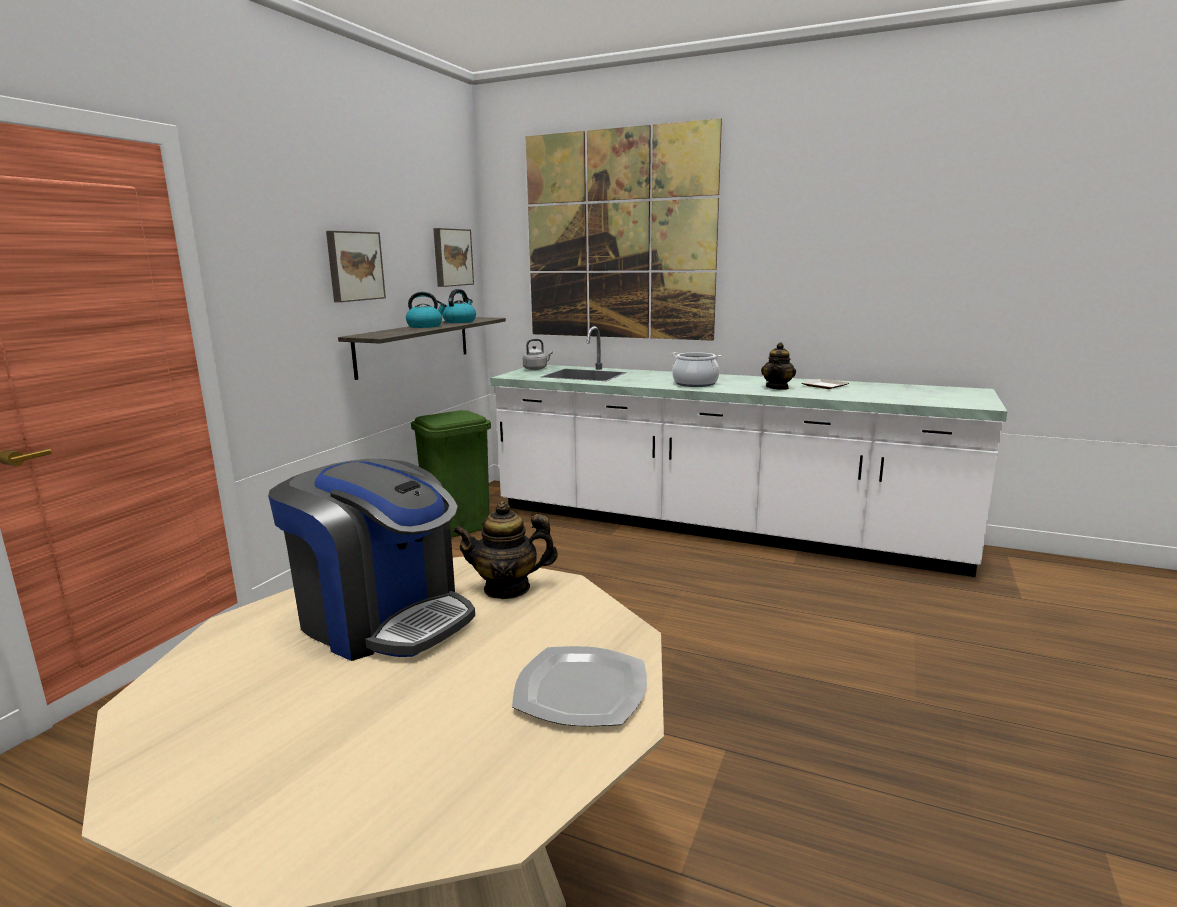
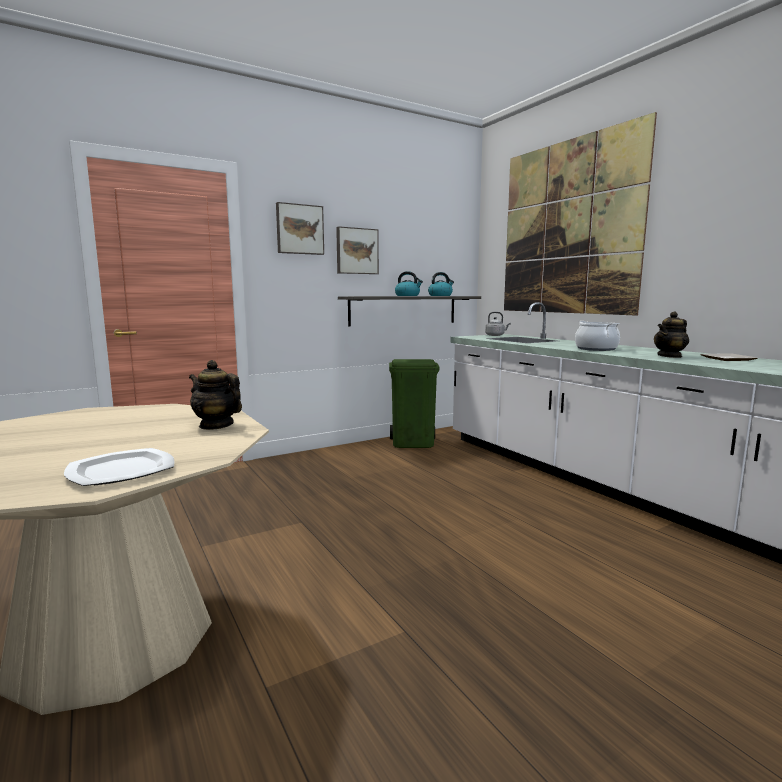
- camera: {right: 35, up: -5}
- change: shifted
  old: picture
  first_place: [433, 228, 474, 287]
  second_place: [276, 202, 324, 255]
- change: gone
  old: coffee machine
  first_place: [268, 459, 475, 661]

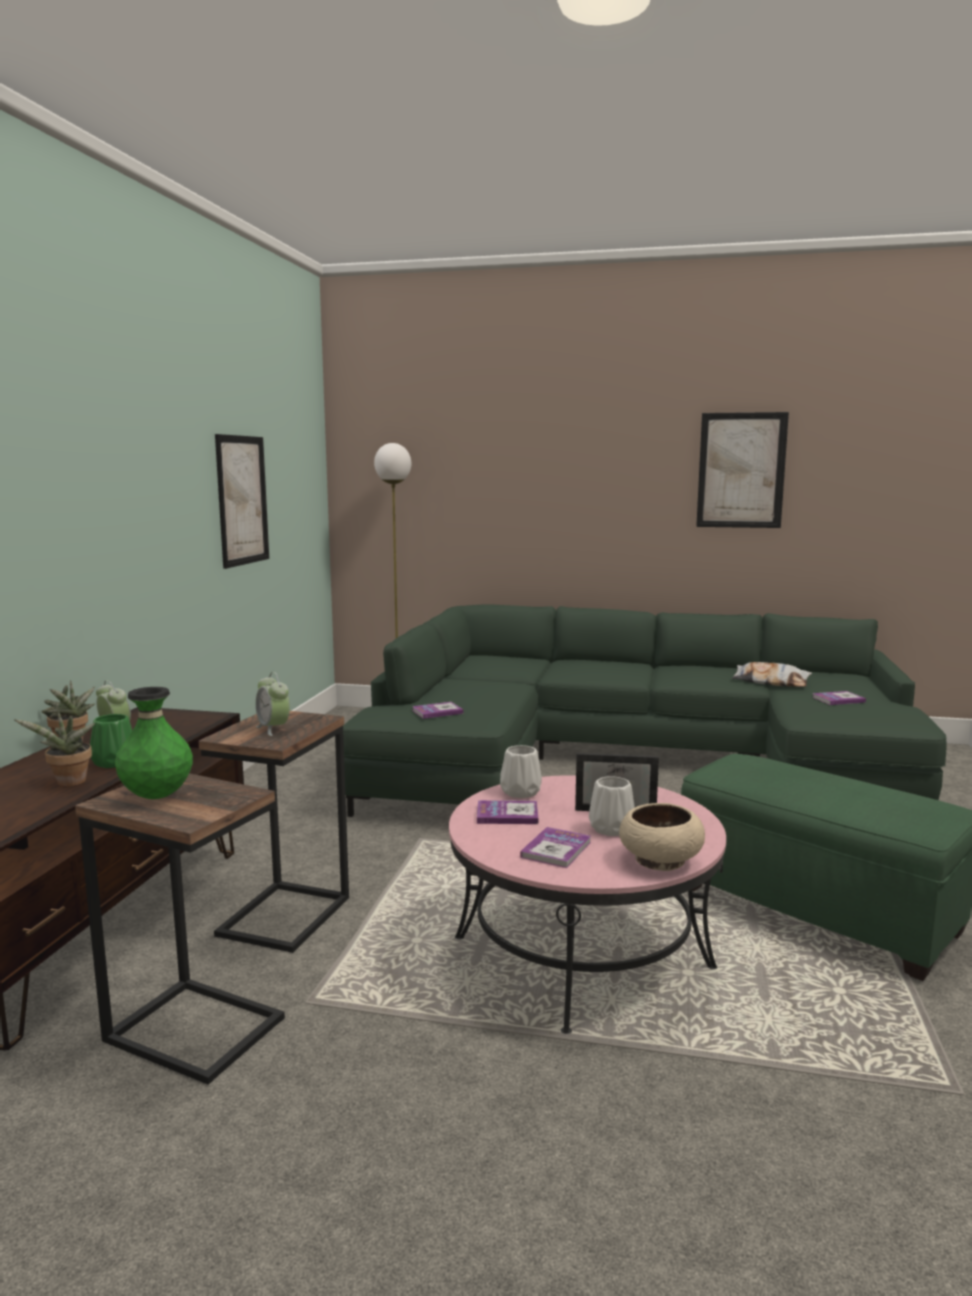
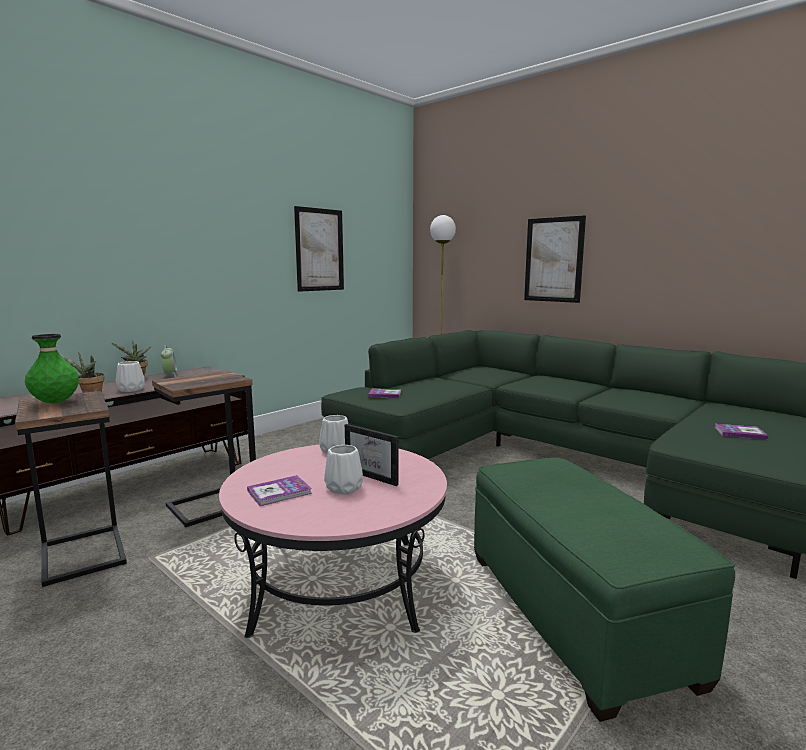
- camera: {right: 30, up: 0}
- change: shifted
  old: picture
  first_place: [696, 412, 789, 528]
  second_place: [524, 215, 586, 303]
- change: gone
  old: pillow
  first_place: [732, 662, 812, 687]
- change: gone
  old: alarm clock
  first_place: [256, 672, 290, 736]
- change: repainted
  old: green vase
  new: white vase
  first_place: [90, 714, 132, 768]
  second_place: [115, 361, 145, 392]
- change: gone
  old: book
  first_place: [477, 800, 538, 824]
- change: gone
  old: beige bowl
  first_place: [619, 803, 705, 871]

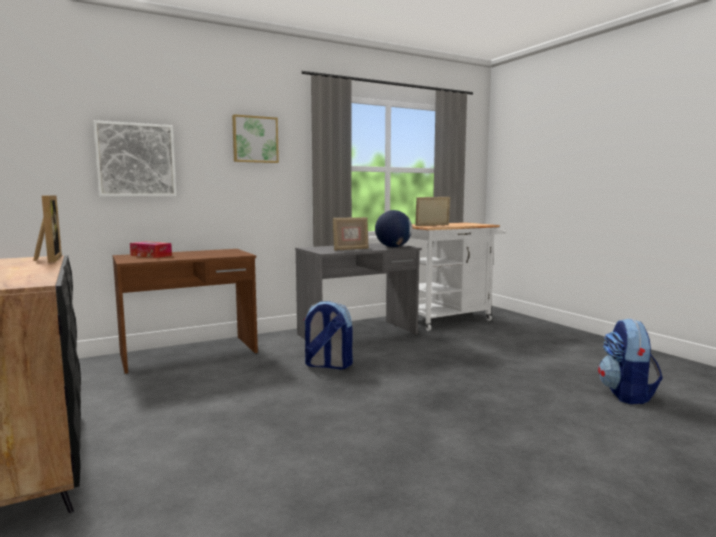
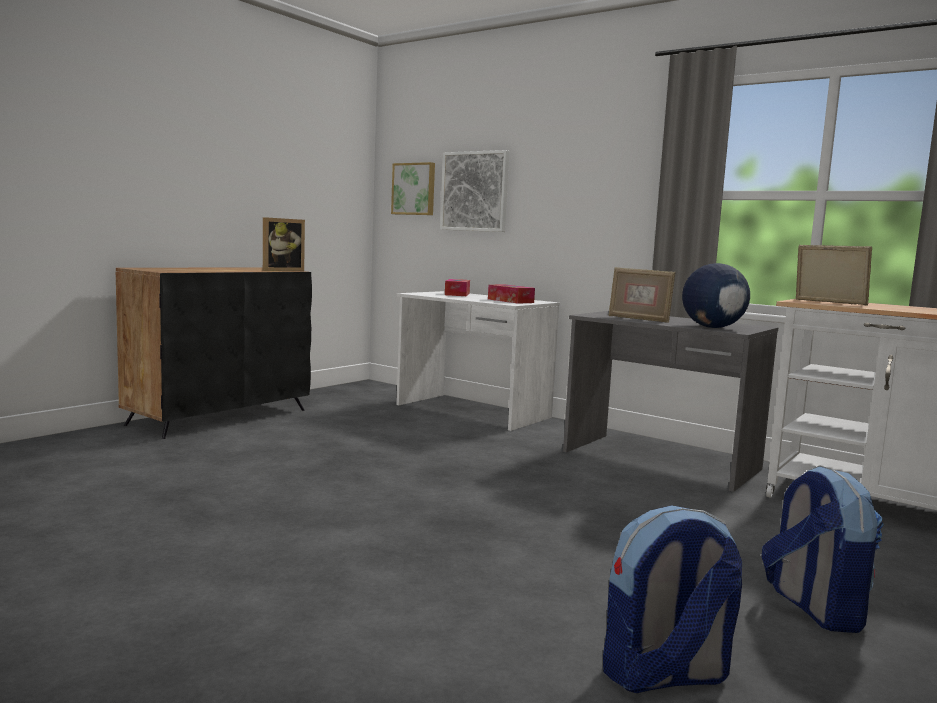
- camera: {right: 65, up: 0}
- change: shifted
  old: picture
  first_place: [232, 114, 279, 163]
  second_place: [391, 162, 435, 215]
- change: repainted
  old: brown desk
  new: white desk
  first_place: [112, 249, 258, 374]
  second_place: [396, 291, 560, 431]
- change: shifted
  old: backpack
  first_place: [303, 301, 353, 370]
  second_place: [762, 465, 884, 633]
- change: new
  new: tissue box
  second_place: [488, 285, 535, 304]

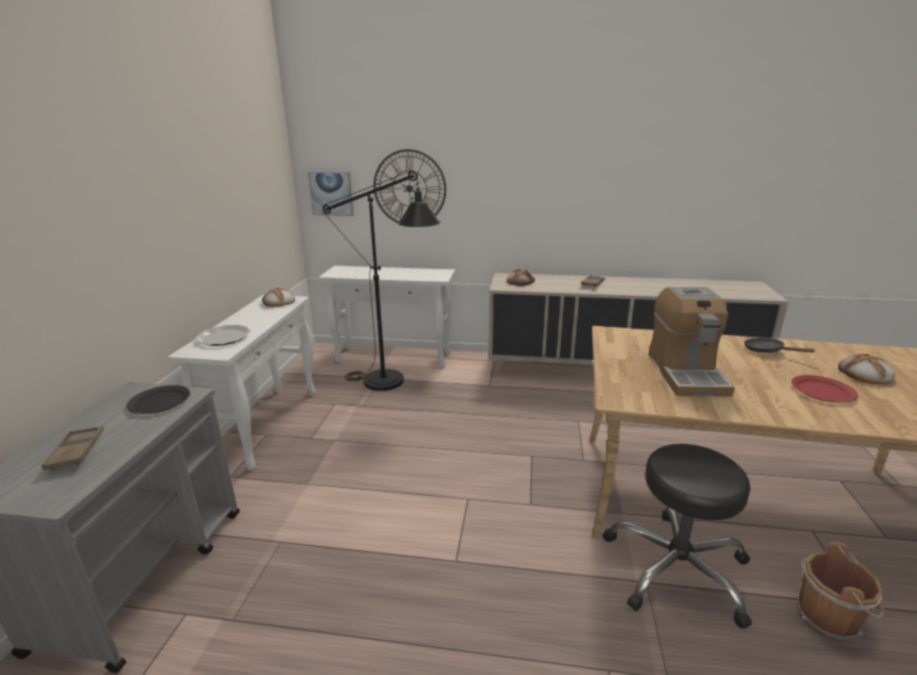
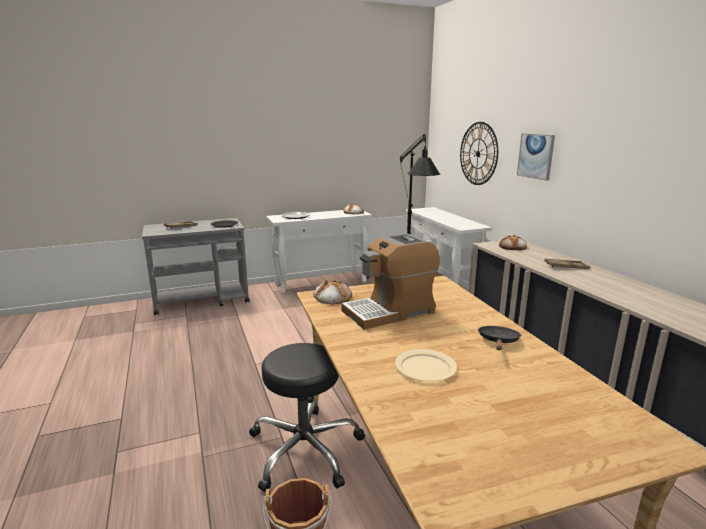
- camera: {right: 60, up: -5}
- change: shifted
  old: picture
  first_place: [308, 172, 354, 216]
  second_place: [517, 133, 555, 181]
- change: shifted
  old: bread
  first_place: [838, 354, 896, 384]
  second_place: [313, 279, 352, 305]
- change: repainted
  old: red plate
  new: beige plate
  first_place: [792, 375, 858, 402]
  second_place: [395, 349, 457, 381]

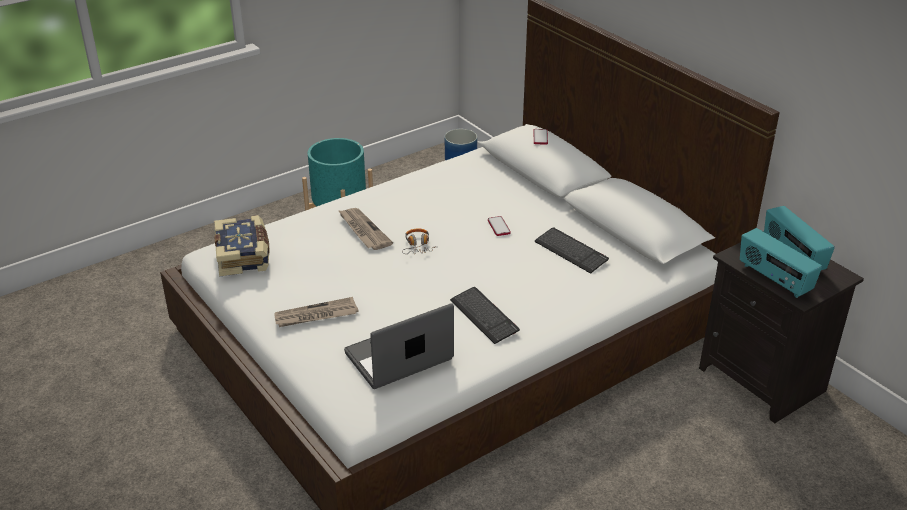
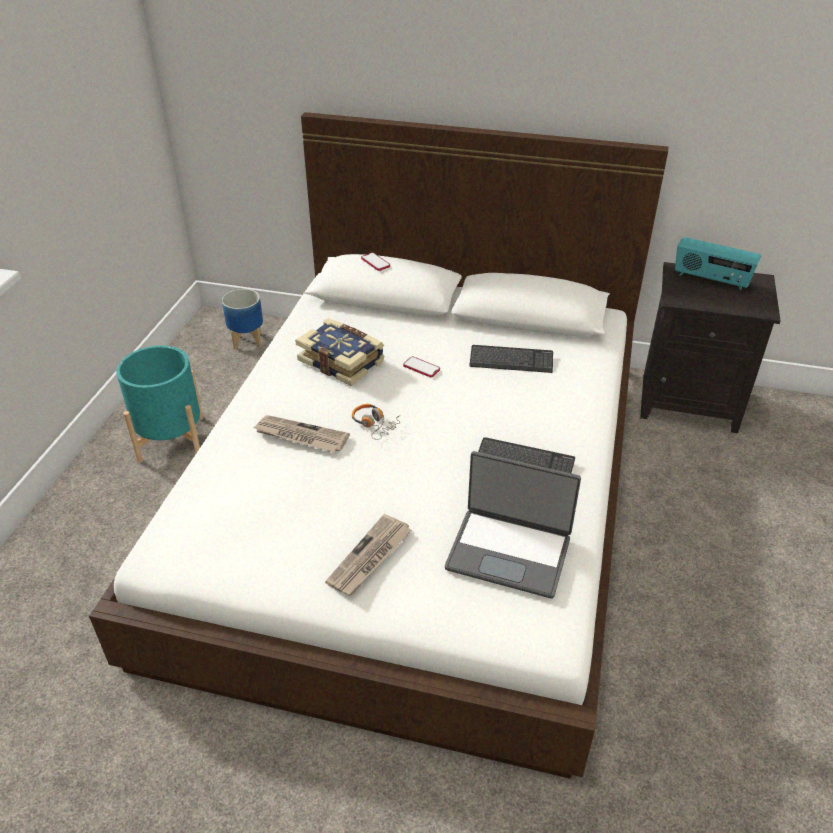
- camera: {right: -40, up: 5}
- change: shifted
  old: book
  first_place: [214, 215, 269, 276]
  second_place: [295, 318, 384, 386]
- change: gone
  old: radio
  first_place: [740, 228, 822, 298]
- change: rotated
  old: laptop
  first_place: [344, 303, 454, 389]
  second_place: [445, 451, 581, 599]
  degrees: -90

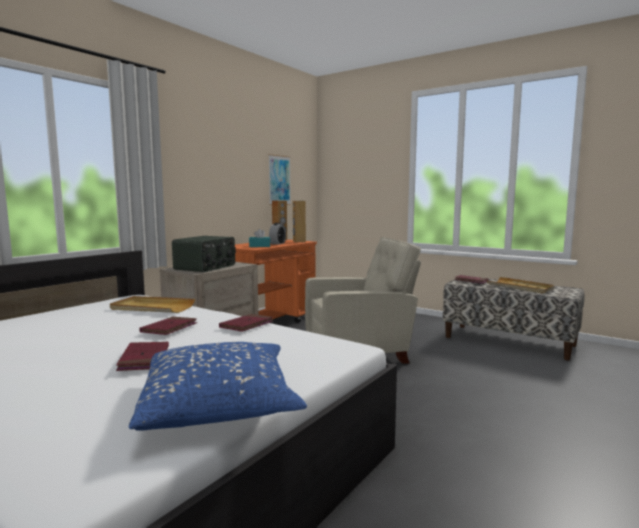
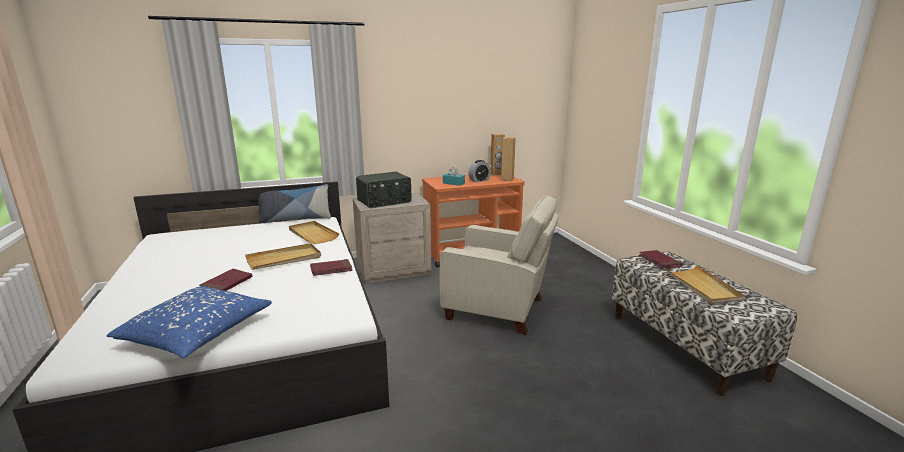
- camera: {right: 35, up: 10}
- change: gone
  old: picture
  first_place: [268, 154, 291, 205]
- change: swapped
  old: red book
  new: beige tray
  first_place: [139, 316, 197, 335]
  second_place: [245, 243, 321, 270]
- change: new
  new: pillow
  second_place: [258, 184, 331, 223]

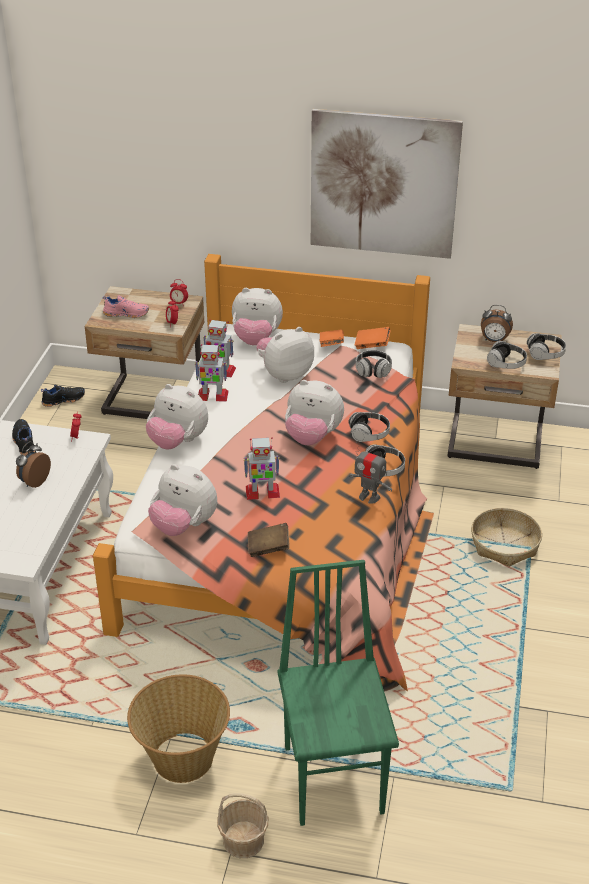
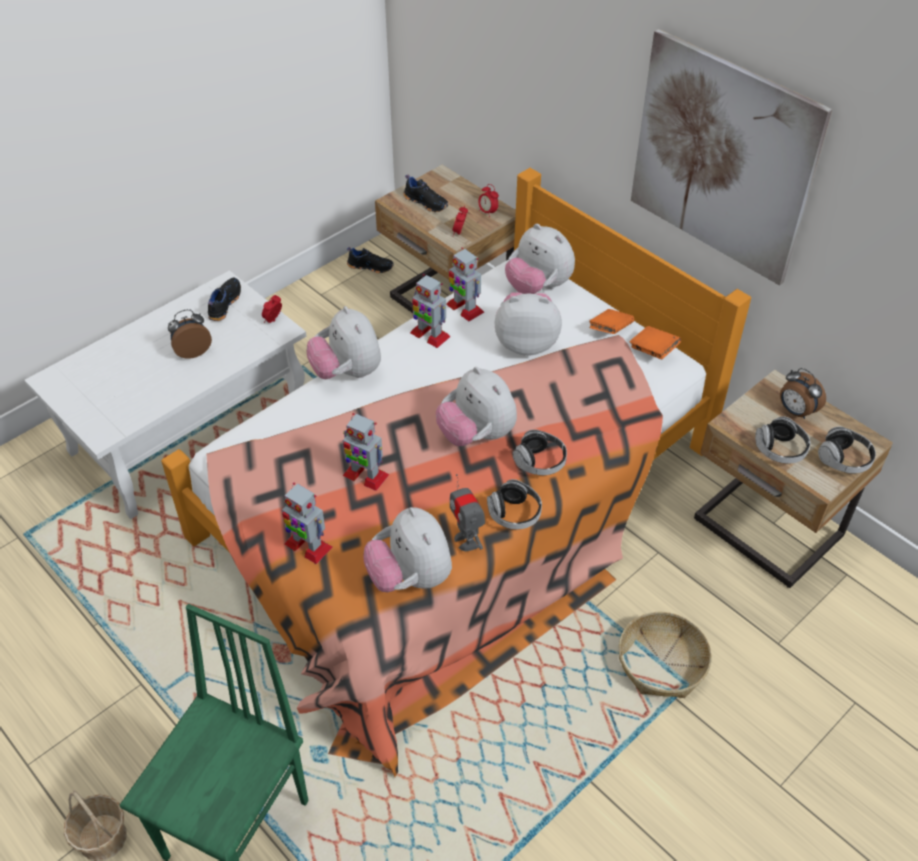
- camera: {right: 35, up: 10}
- change: repainted
  old: pink shoe
  new: black shoe
  first_place: [103, 295, 149, 318]
  second_place: [403, 174, 449, 212]
- change: gone
  old: headphones
  first_place: [356, 350, 392, 378]
- change: shifted
  old: plush toy
  first_place: [148, 464, 217, 536]
  second_place: [364, 507, 452, 592]
- change: swapped
  old: brown book
  new: toy robot
  first_place: [248, 523, 290, 557]
  second_place: [282, 483, 333, 564]
- change: gone
  old: basket
  first_place: [127, 674, 230, 783]

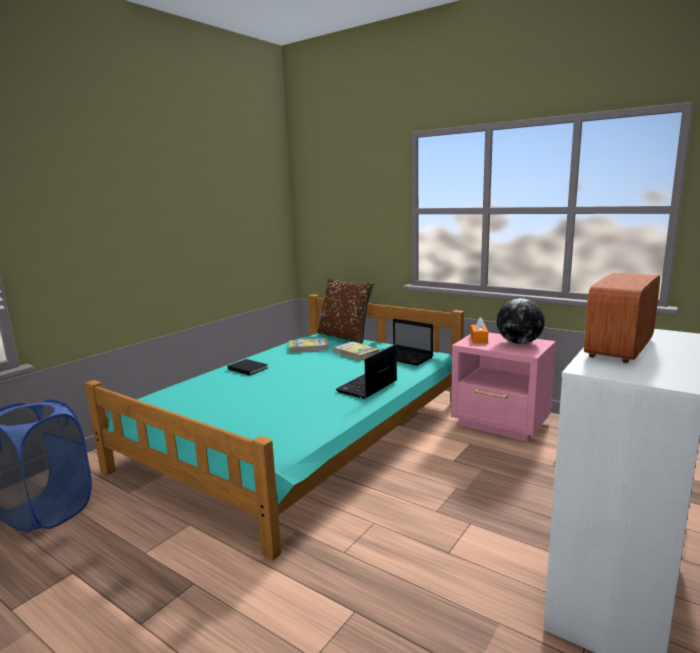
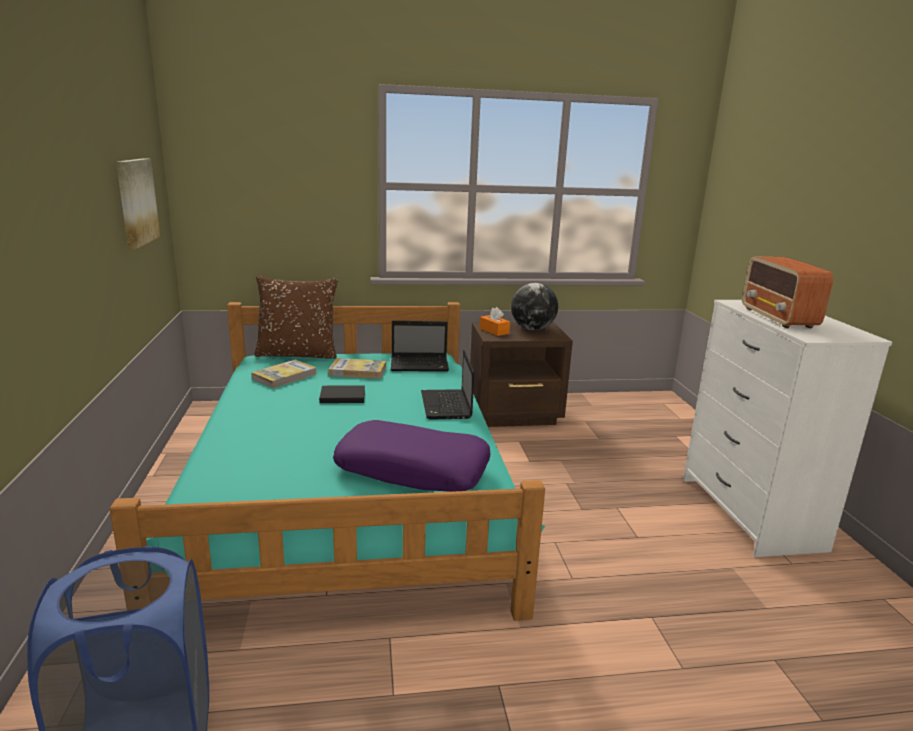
- camera: {right: -45, up: 5}
- change: repainted
  old: pink nightstand
  new: brown nightstand
  first_place: [451, 332, 556, 442]
  second_place: [470, 322, 573, 427]
- change: shifted
  old: black book
  first_place: [228, 359, 268, 375]
  second_place: [319, 385, 365, 403]
- change: new
  new: picture
  second_place: [116, 158, 160, 249]
- change: new
  new: purple pillow
  second_place: [333, 420, 490, 492]

